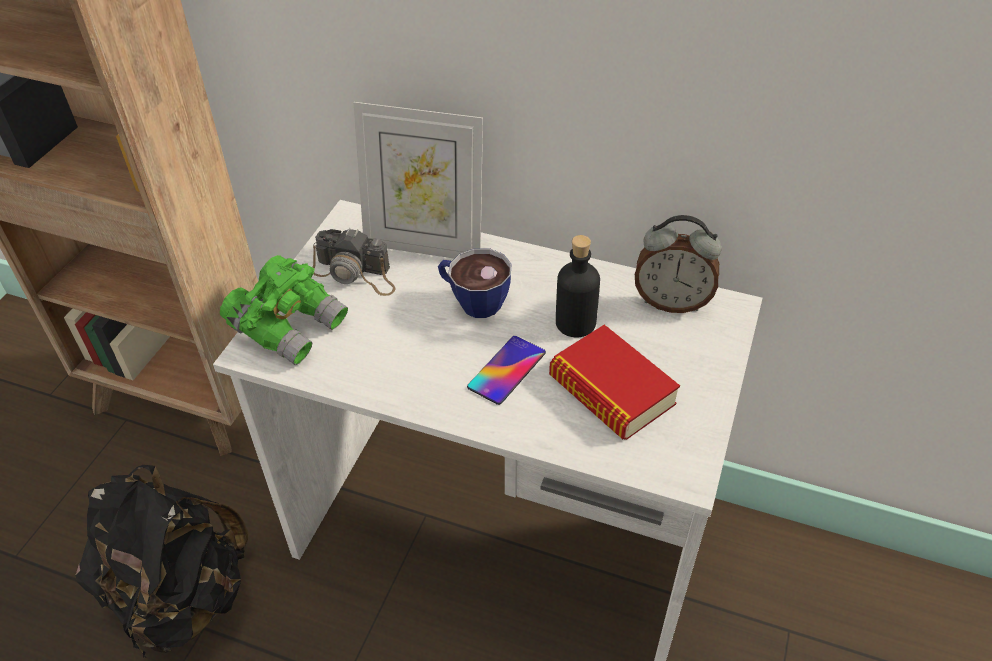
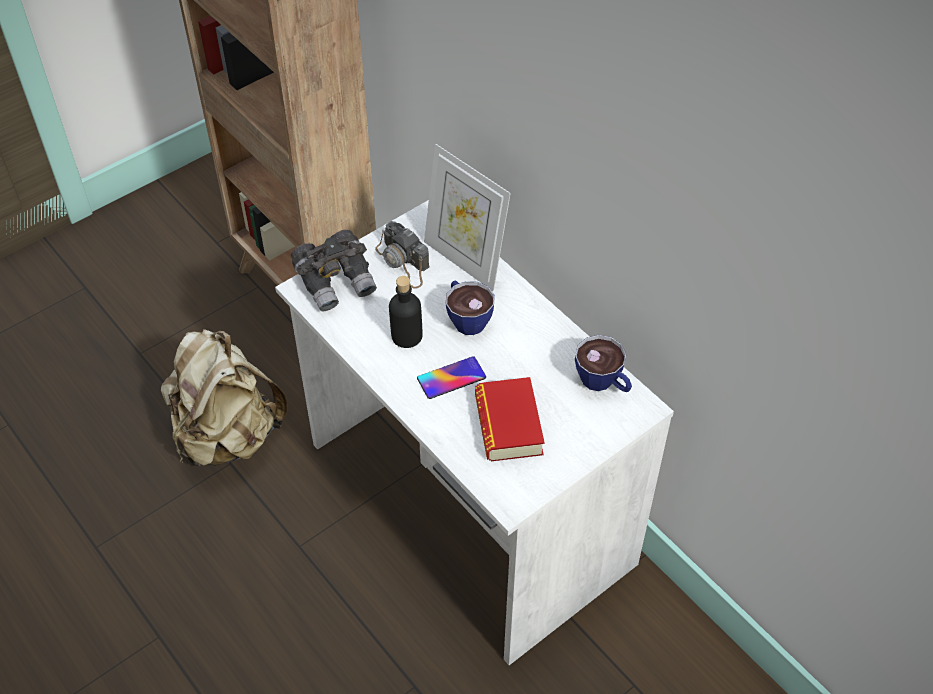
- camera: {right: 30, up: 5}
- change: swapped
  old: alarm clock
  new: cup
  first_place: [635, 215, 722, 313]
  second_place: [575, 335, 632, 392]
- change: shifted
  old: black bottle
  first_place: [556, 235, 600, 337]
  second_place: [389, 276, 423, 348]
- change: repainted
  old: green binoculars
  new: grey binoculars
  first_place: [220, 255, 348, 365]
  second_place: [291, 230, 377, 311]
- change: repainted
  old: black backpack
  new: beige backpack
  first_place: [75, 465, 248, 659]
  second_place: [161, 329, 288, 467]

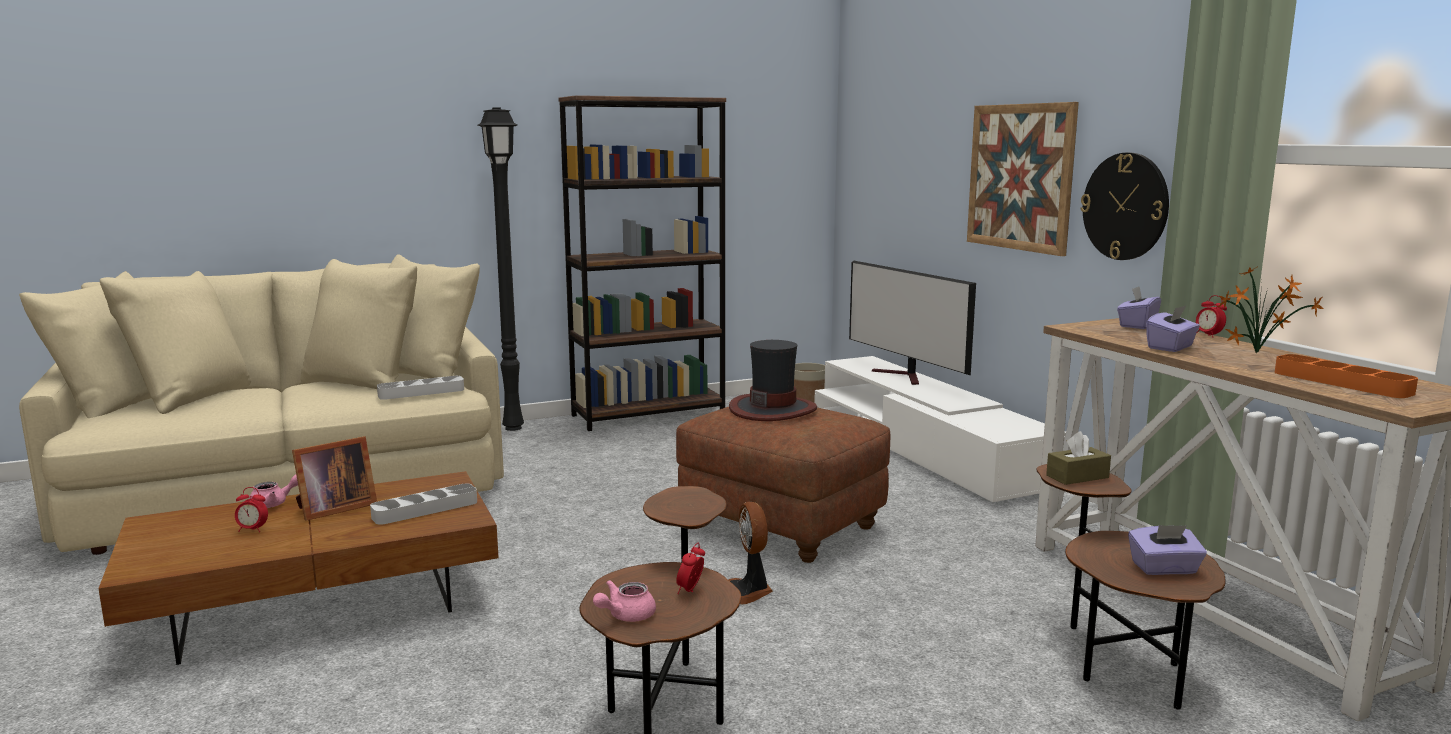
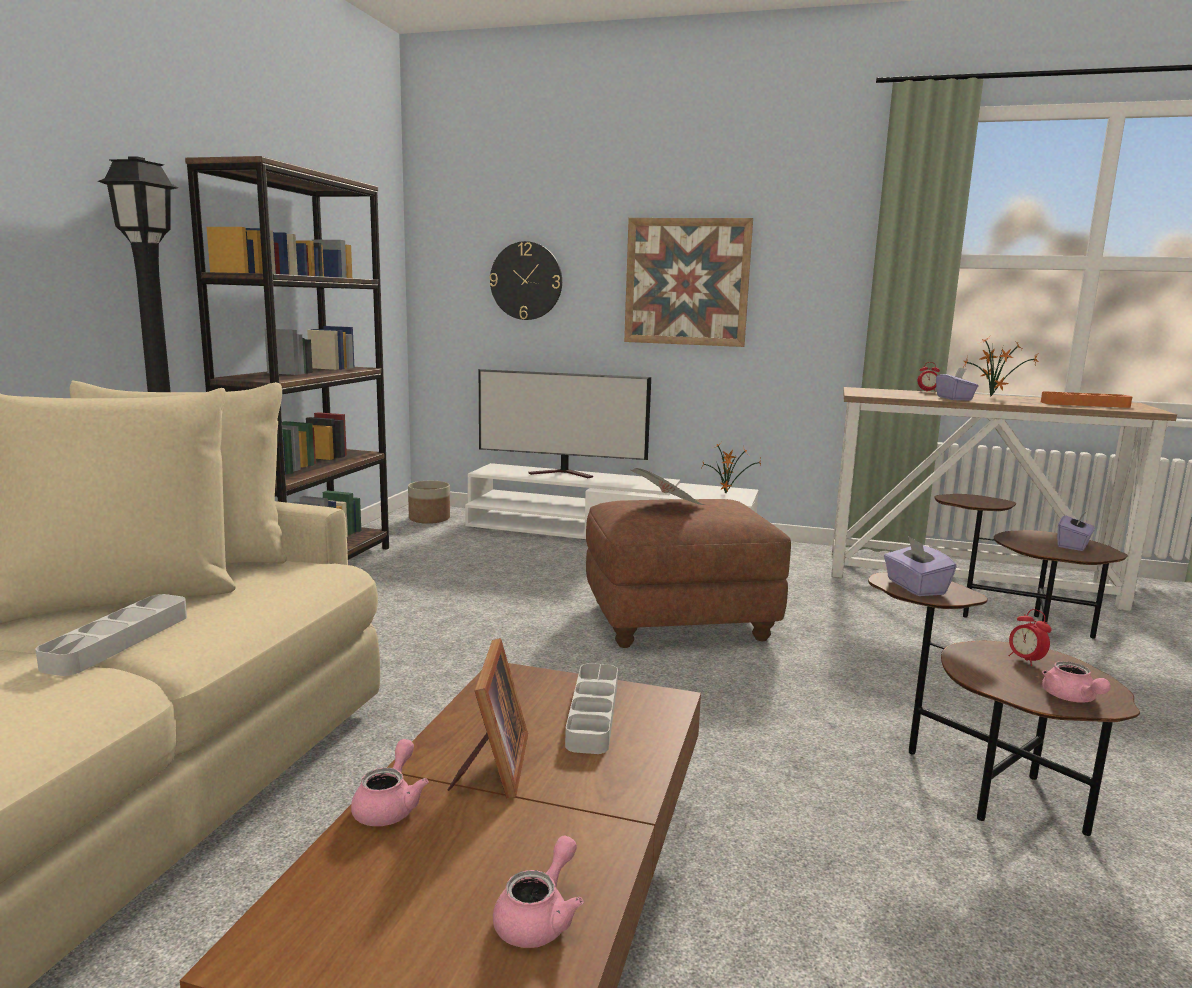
- camera: {right: -50, up: 0}
- change: shifted
  old: wall clock
  first_place: [1080, 153, 1169, 260]
  second_place: [489, 241, 562, 320]
- change: shifted
  old: purple tissue box
  first_place: [1117, 286, 1161, 329]
  second_place: [884, 536, 956, 596]
- change: swapped
  old: hat
  new: newspaper
  first_place: [729, 340, 817, 421]
  second_place: [631, 468, 704, 505]
- change: shifted
  old: grey tray
  first_place: [377, 376, 464, 400]
  second_place: [35, 594, 187, 676]
- change: gone
  old: brown tissue box
  first_place: [1046, 431, 1111, 485]
- change: gone
  old: alarm clock
  first_place: [235, 487, 268, 532]
- change: gone
  old: fan
  first_place: [729, 502, 773, 605]
- change: new
  new: potted plant
  second_place: [702, 442, 761, 493]
- change: new
  new: pink teapot
  second_place: [493, 835, 584, 948]

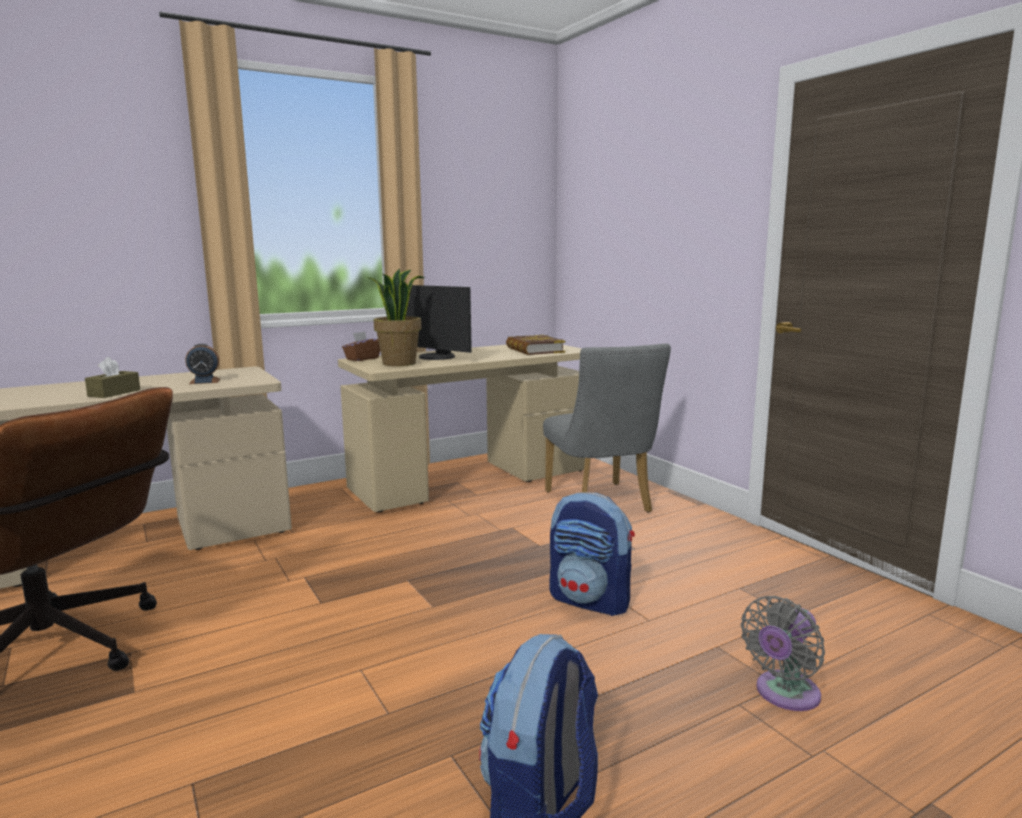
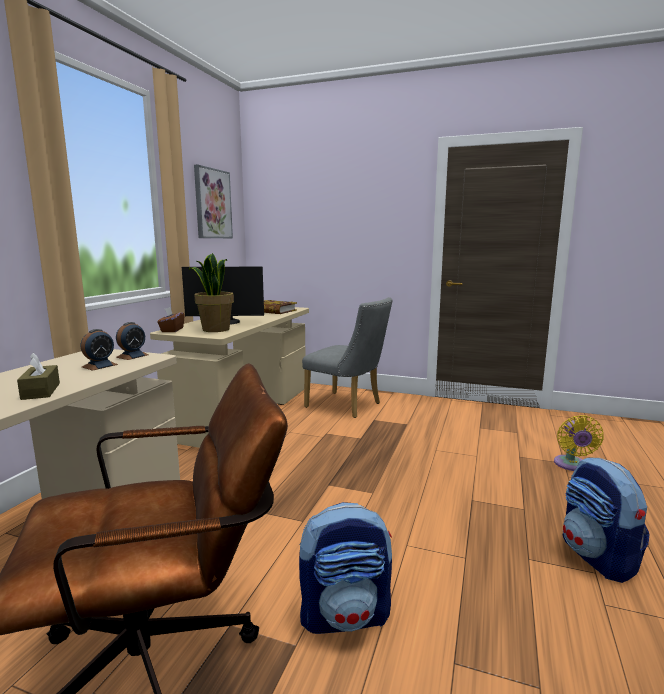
- camera: {right: -40, up: 0}
- change: shifted
  old: backpack
  first_place: [549, 493, 635, 616]
  second_place: [299, 502, 392, 634]
- change: repainted
  old: grey fan
  new: yellow fan
  first_place: [741, 596, 825, 711]
  second_place: [554, 415, 604, 471]
- change: new
  new: picture
  second_place: [194, 165, 233, 238]
- change: new
  new: alarm clock
  second_place: [116, 322, 149, 360]

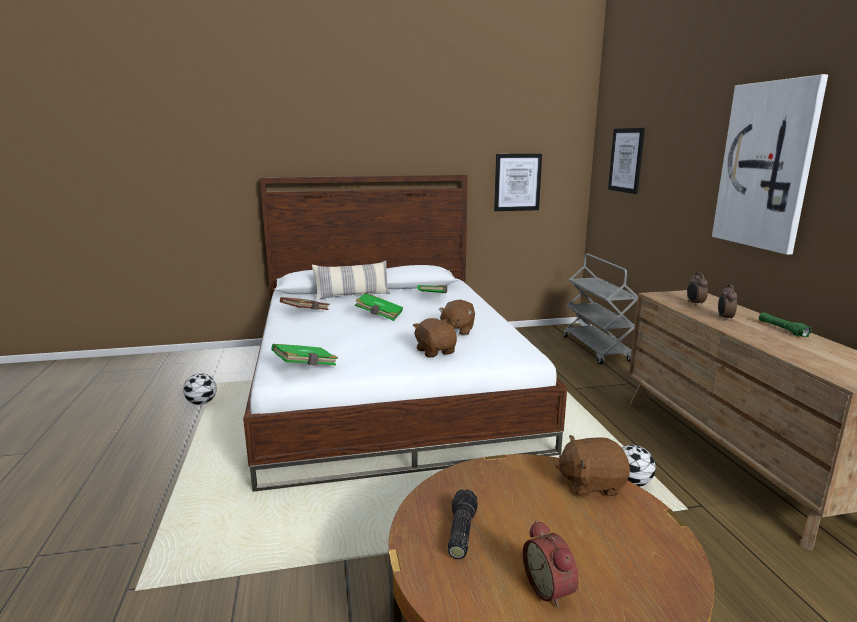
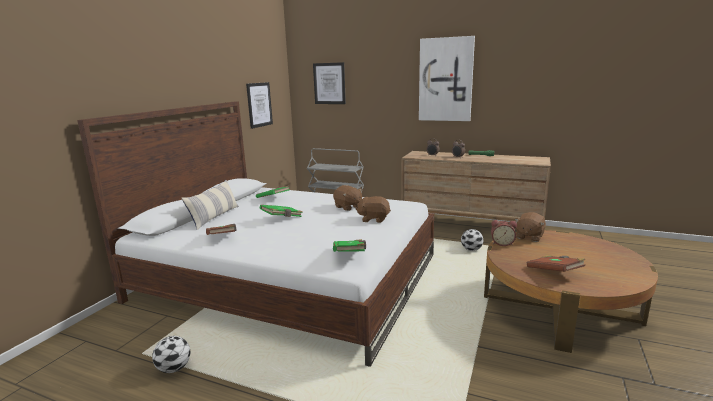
- camera: {right: -55, up: 0}
- change: swapped
  old: flashlight
  new: brown book
  first_place: [448, 490, 478, 559]
  second_place: [527, 255, 585, 272]
- change: shifted
  old: alarm clock
  first_place: [523, 520, 579, 608]
  second_place: [491, 220, 517, 246]

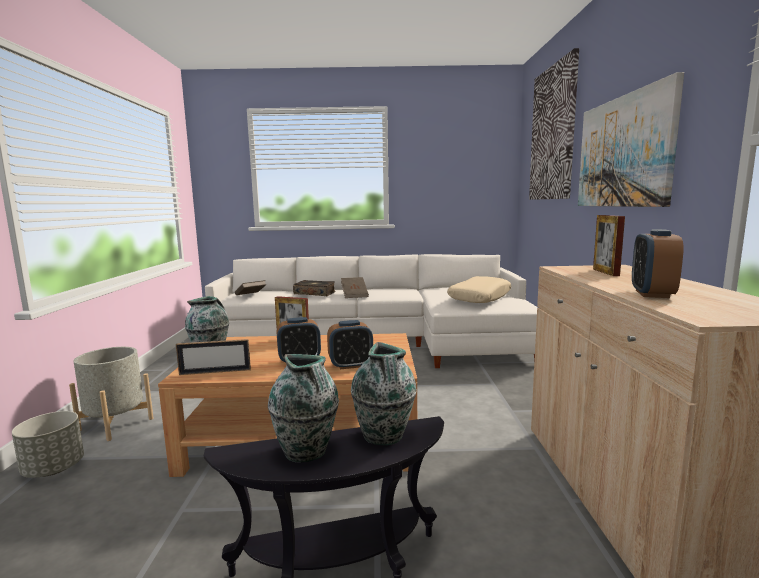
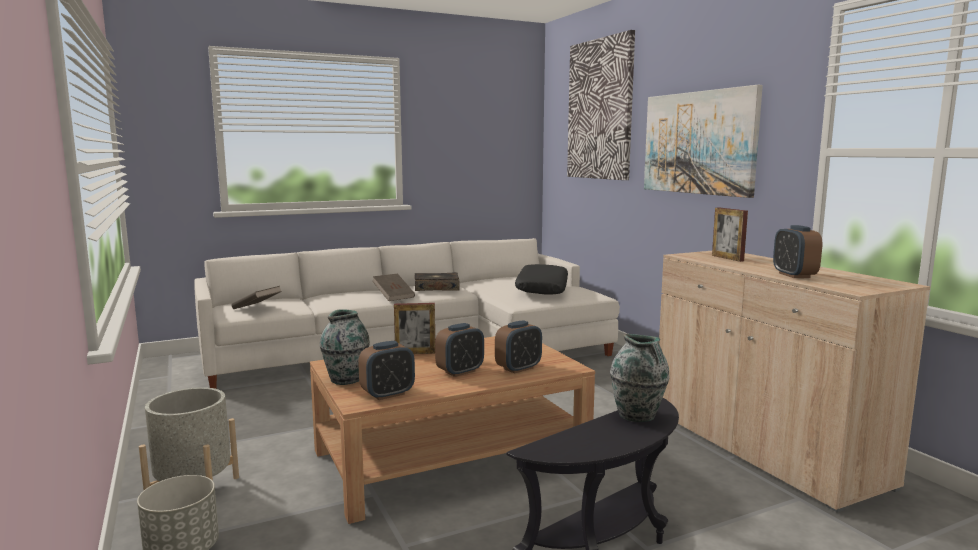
- camera: {right: -25, up: 0}
- change: repainted
  old: beige pillow
  new: black pillow
  first_place: [447, 276, 511, 303]
  second_place: [515, 264, 568, 295]
- change: shifted
  old: book
  first_place: [293, 280, 336, 296]
  second_place: [414, 272, 460, 291]
- change: swapped
  old: picture frame
  new: alarm clock
  first_place: [176, 339, 251, 375]
  second_place: [358, 341, 415, 400]
- change: gone
  old: vase
  first_place: [268, 354, 339, 463]

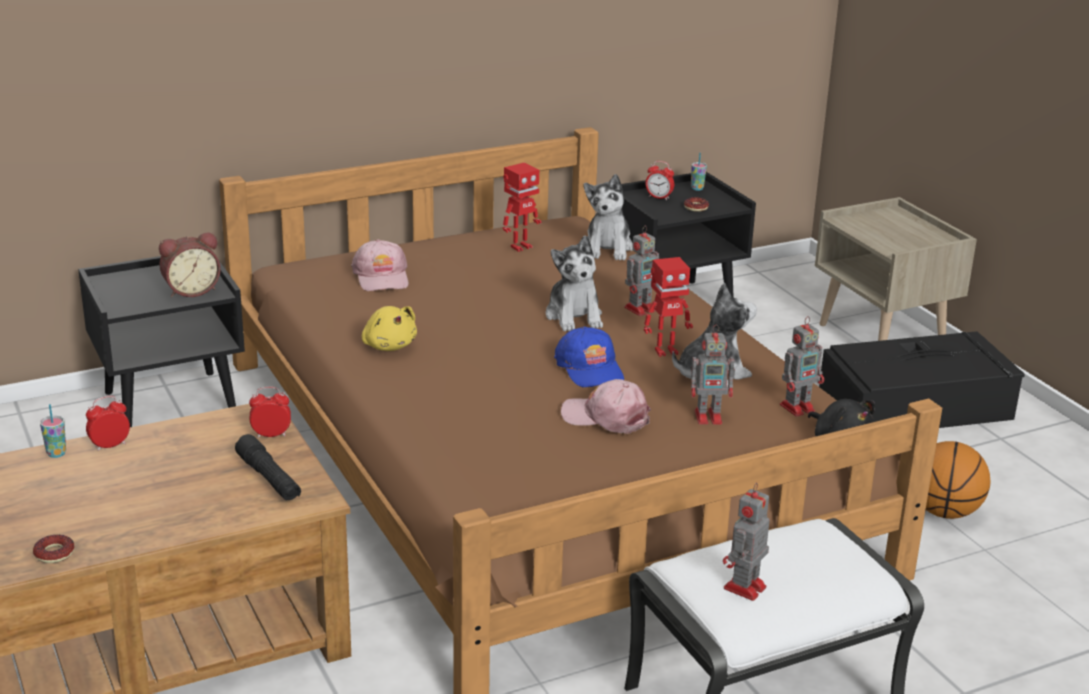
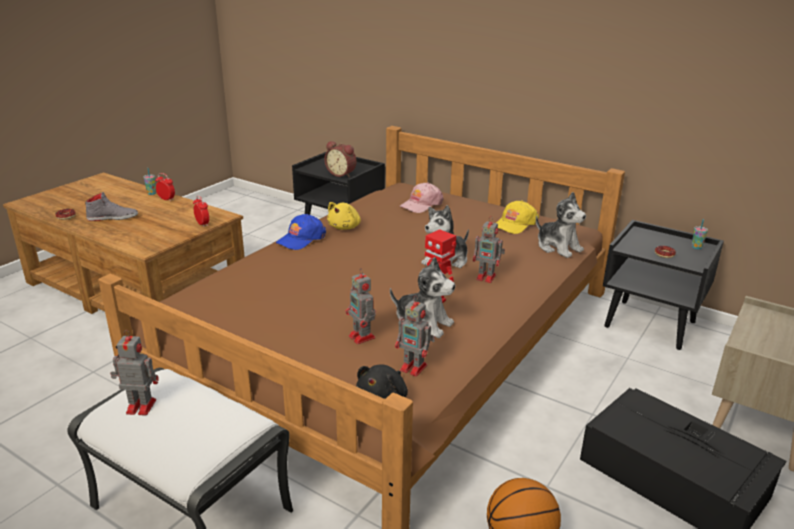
- camera: {right: 60, up: 0}
- change: gone
  old: alarm clock
  first_place: [645, 161, 674, 200]
- change: swapped
  old: toy robot
  new: yellow cap
  first_place: [503, 163, 542, 252]
  second_place: [496, 201, 539, 234]
- change: rotated
  old: plush toy
  first_place: [583, 174, 633, 261]
  second_place: [536, 192, 586, 258]
  degrees: -105
- change: shifted
  old: blue cap
  first_place: [554, 327, 624, 387]
  second_place: [276, 214, 326, 250]
- change: gone
  old: pink cap
  first_place: [561, 379, 651, 434]
- change: gone
  old: black flashlight
  first_place: [235, 434, 301, 500]
- change: new
  new: grey shoe
  second_place: [85, 192, 138, 221]

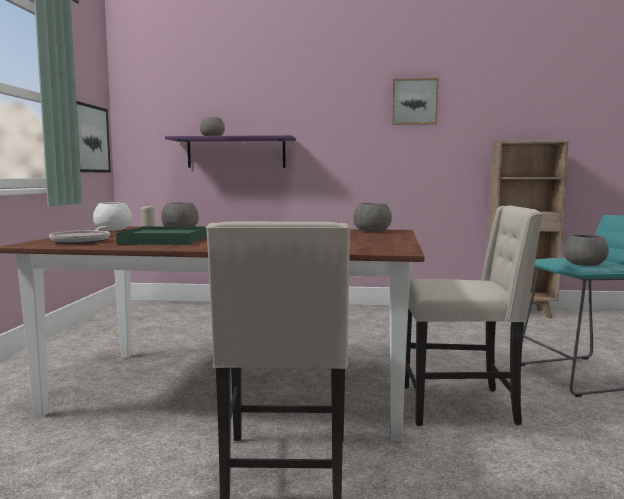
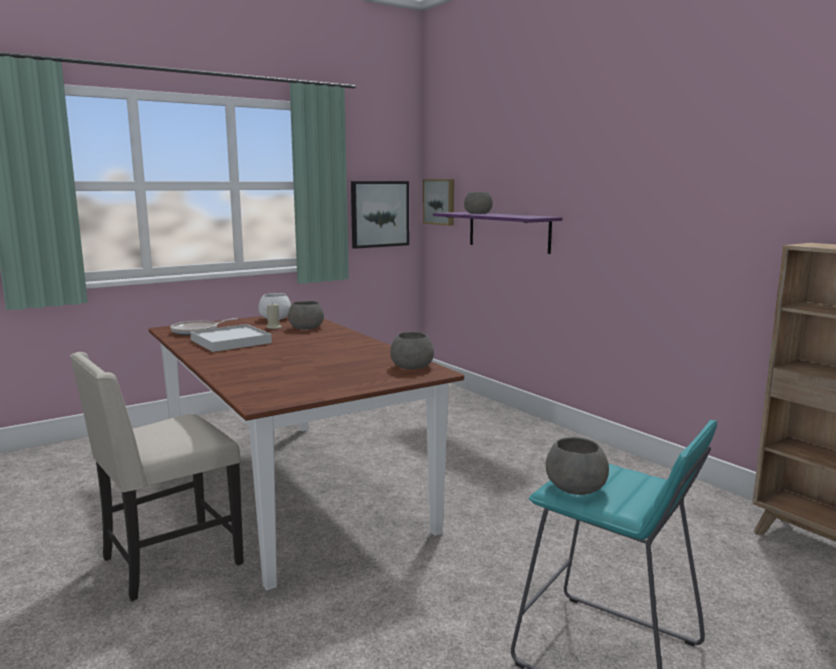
- camera: {right: 50, up: 5}
- change: shifted
  old: picture
  first_place: [392, 78, 438, 125]
  second_place: [423, 179, 454, 226]
- change: gone
  old: beige chair
  first_place: [405, 205, 543, 426]
- change: repainted
  old: green tray
  new: white tray
  first_place: [116, 226, 207, 245]
  second_place: [190, 324, 272, 352]

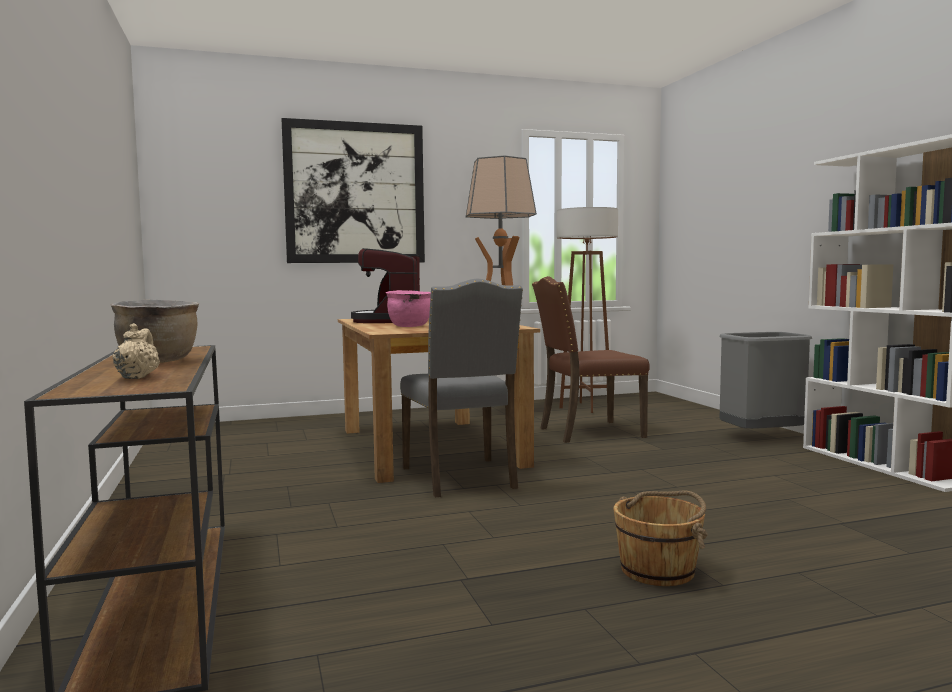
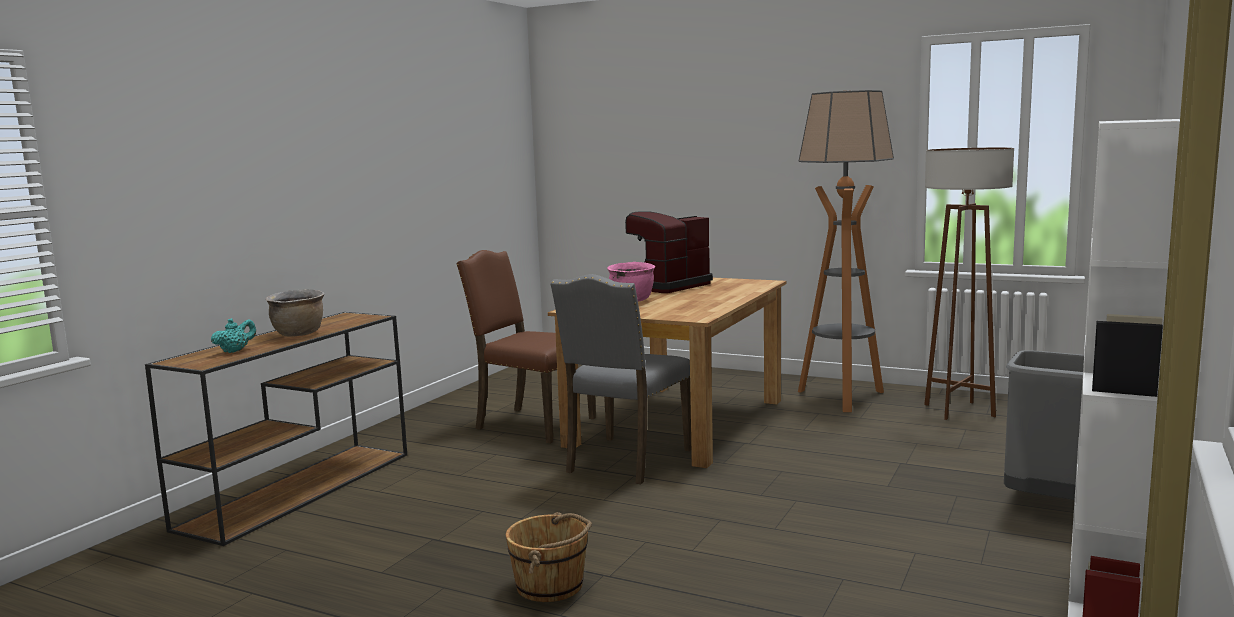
- camera: {right: 45, up: 5}
- change: gone
  old: picture
  first_place: [282, 118, 425, 263]
- change: shifted
  old: brown chair
  first_place: [532, 276, 650, 443]
  second_place: [456, 250, 596, 444]
- change: repainted
  old: beige teapot
  new: turquoise teapot
  first_place: [113, 323, 160, 379]
  second_place: [211, 318, 256, 353]

